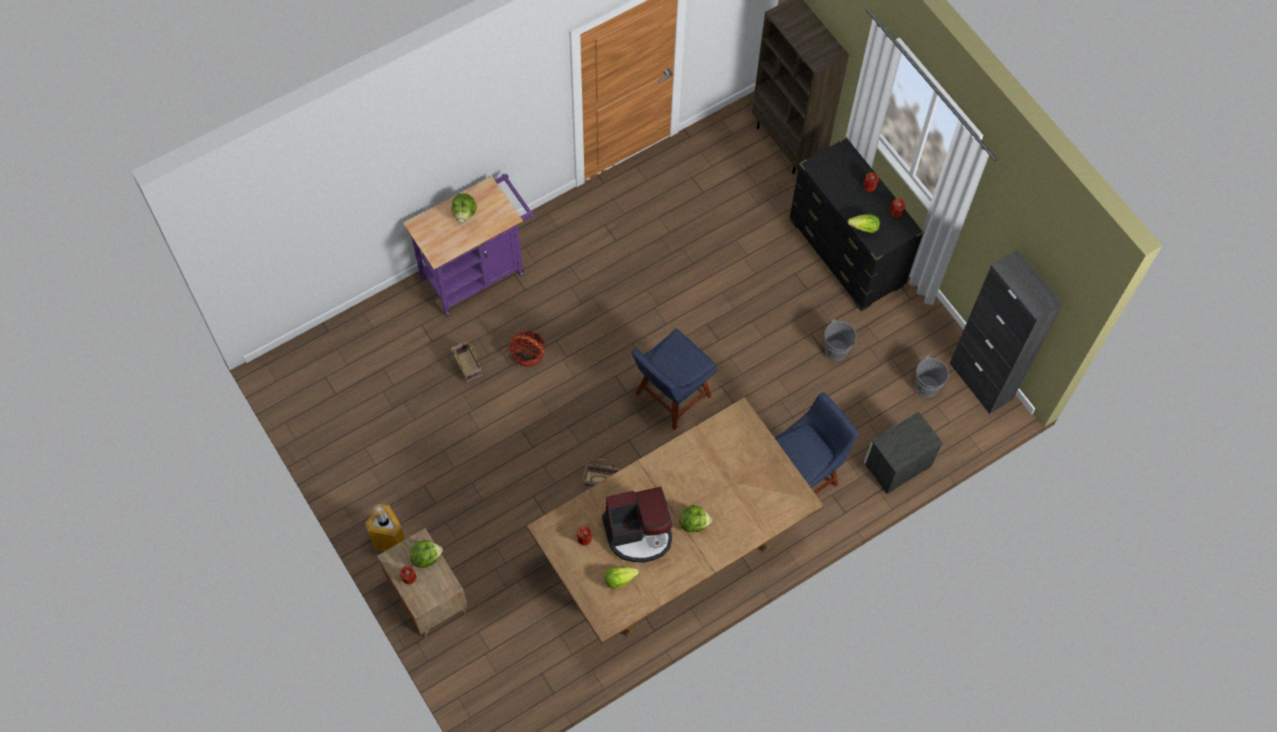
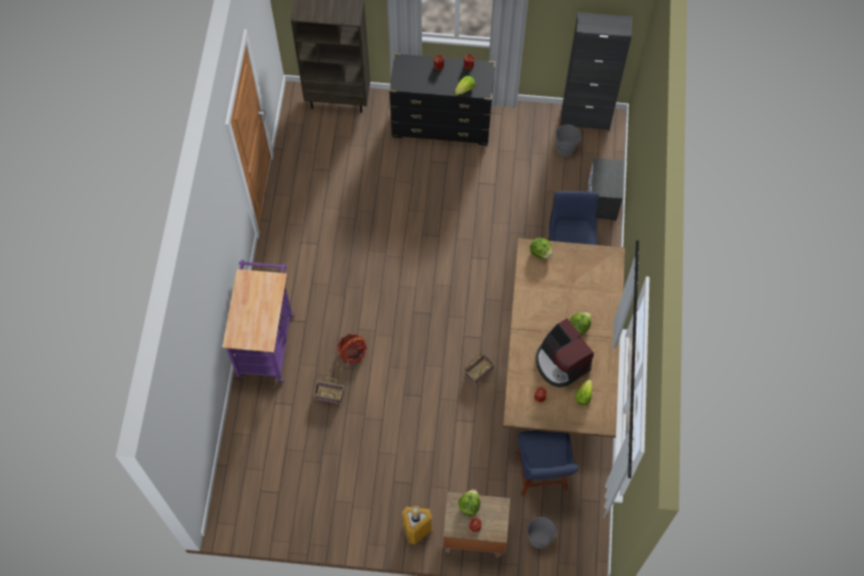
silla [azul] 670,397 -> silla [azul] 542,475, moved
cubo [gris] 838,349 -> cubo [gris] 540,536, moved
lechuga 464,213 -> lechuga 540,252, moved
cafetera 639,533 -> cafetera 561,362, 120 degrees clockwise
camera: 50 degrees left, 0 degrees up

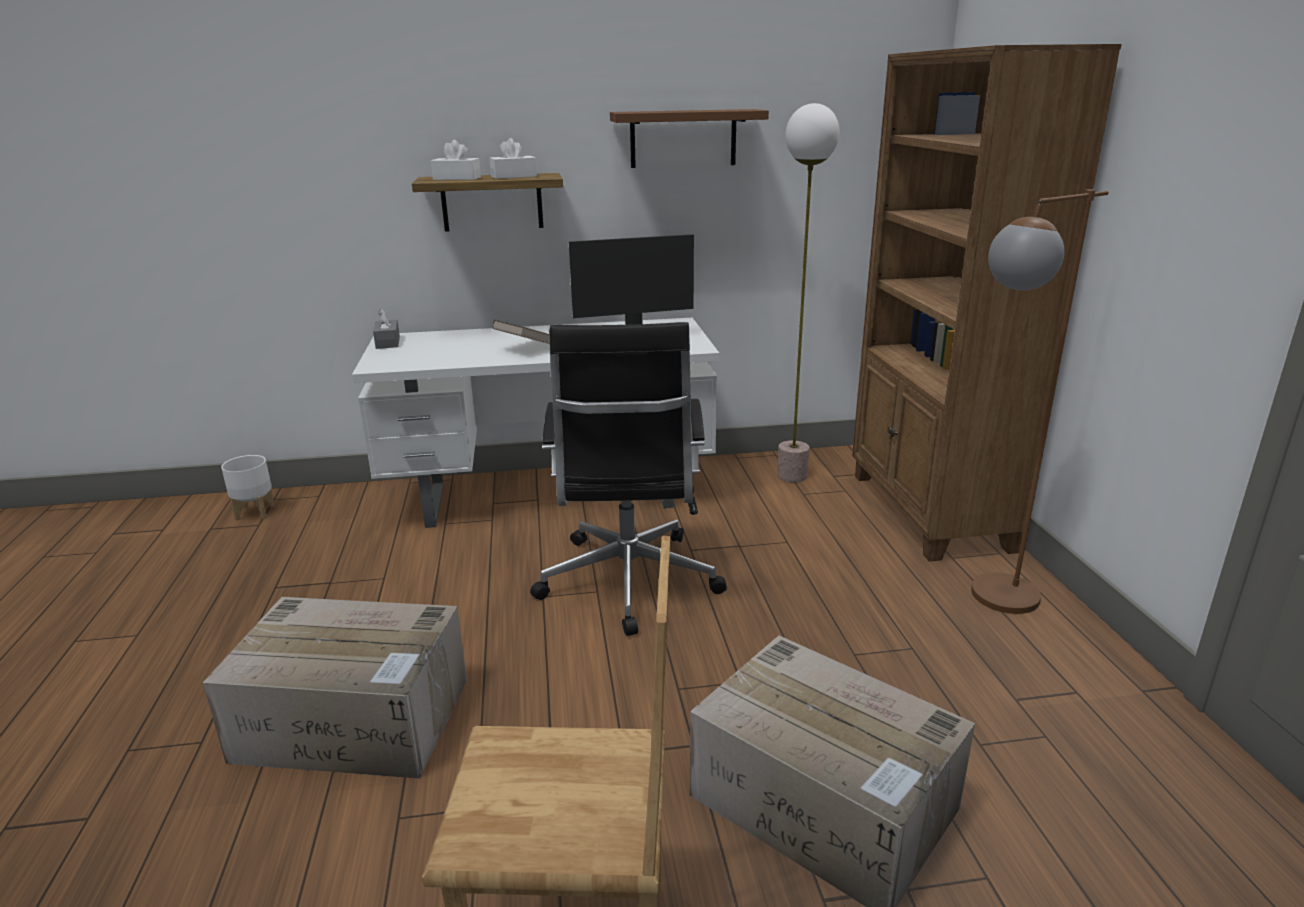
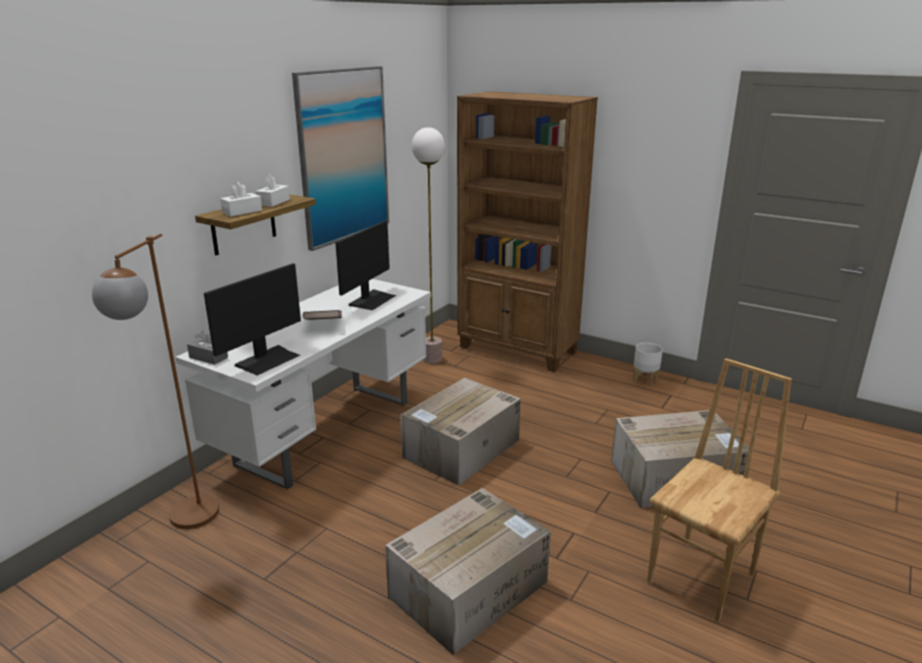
lámpara de pie [marrón] 989,603 -> lámpara de pie [marrón] 186,525, moved
none -> monitor 267,360
estante [marrón] 683,138 -> cuadro 343,156
silla de oficina [negro] 628,583 -> caja de cartón 461,449
maceta [blanco] 255,512 -> maceta [blanco] 644,380, moved
camera: 50 degrees left, 0 degrees up

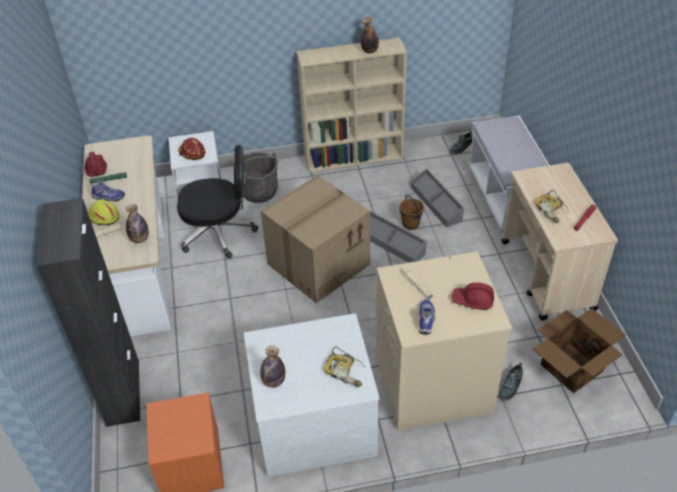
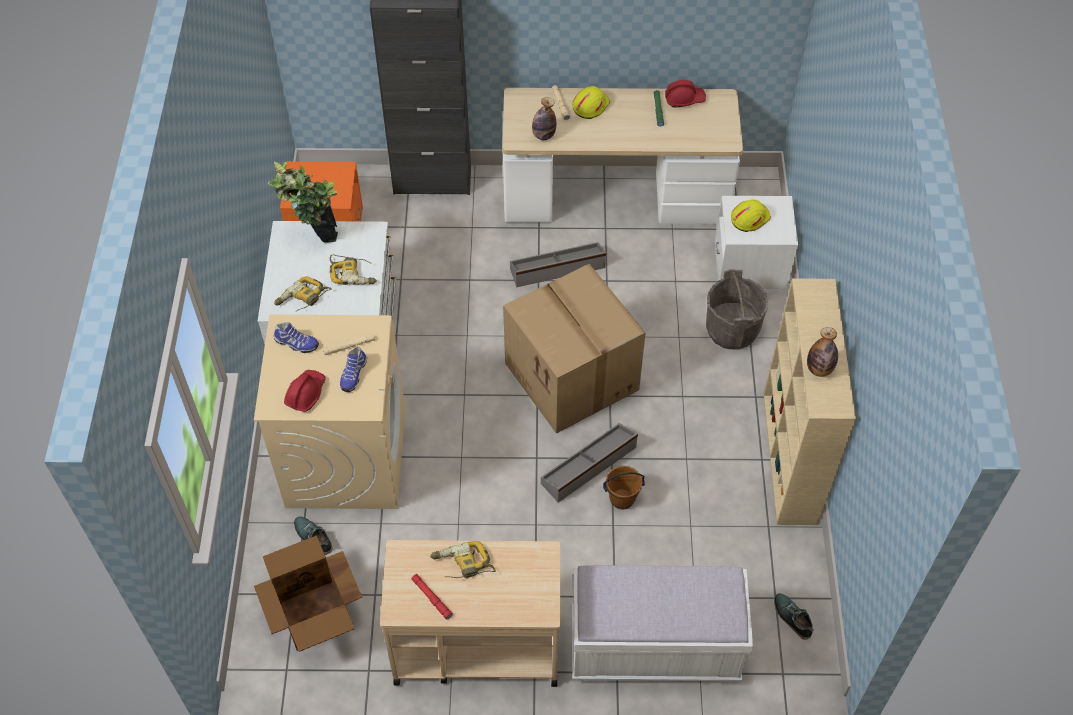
botella 273,381 -> planta en maceta 313,238
none -> taladro 353,274
zapato 108,197 -> zapato 353,374, moved
caja de almacenaje [gris] 436,203 -> caja de almacenaje [gris] 557,269, moved
casco [rojo] 191,153 -> casco [amarillo] 749,218
silla de oficina [negro] 219,233 -> none
camera: 100 degrees right, 10 degrees up

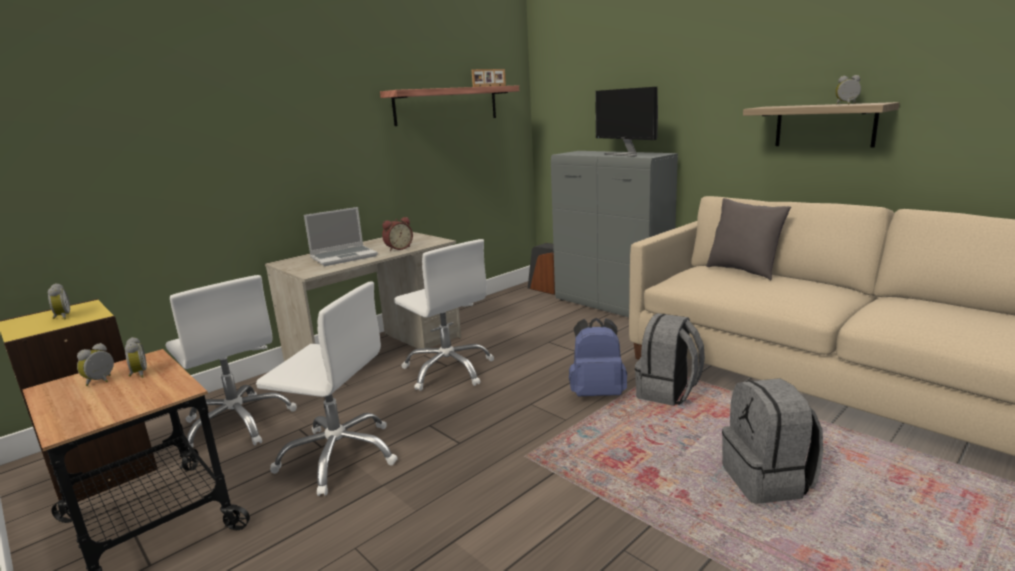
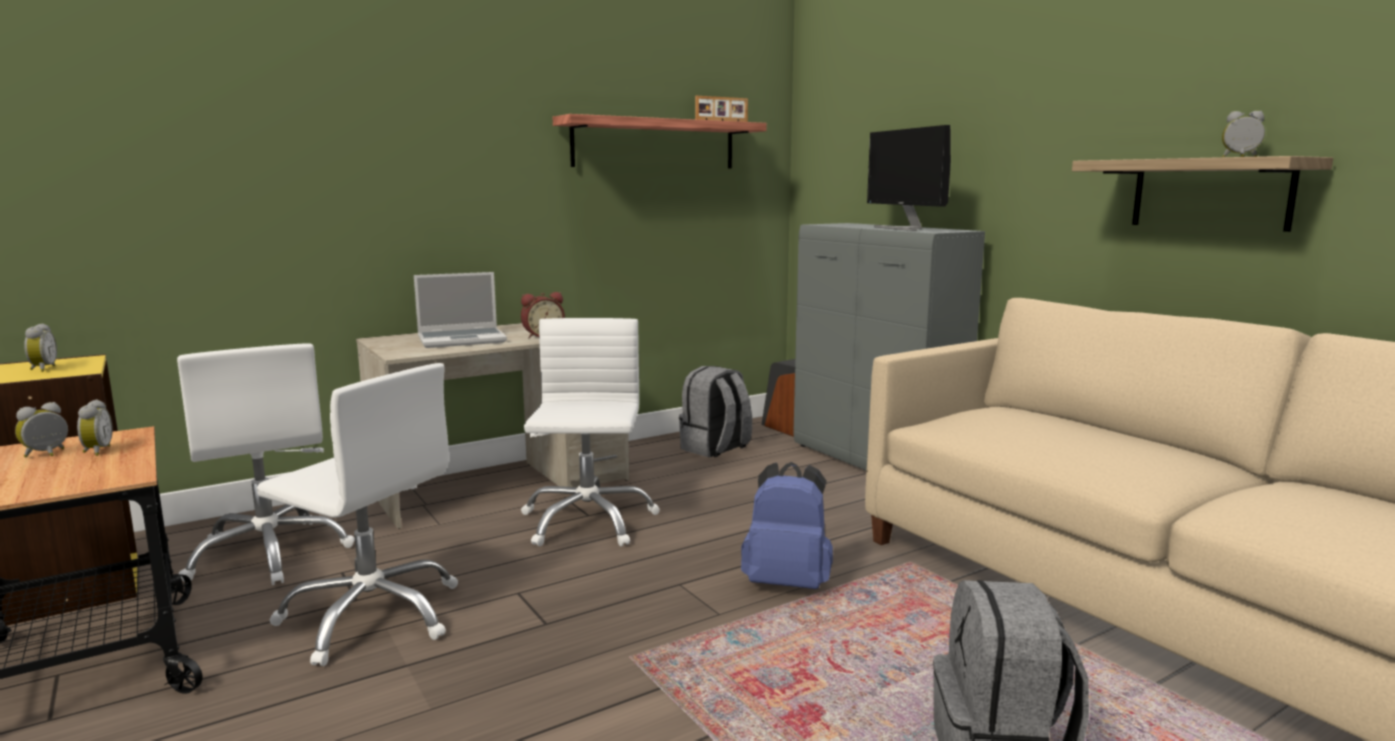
silla de oficina [blanco] 448,370 -> silla de oficina [blanco] 587,521, 150 degrees counterclockwise
mochila [gris] 668,392 -> mochila [gris] 715,449, moved
cojín [gris] 743,271 -> none
camera: 10 degrees right, 5 degrees down

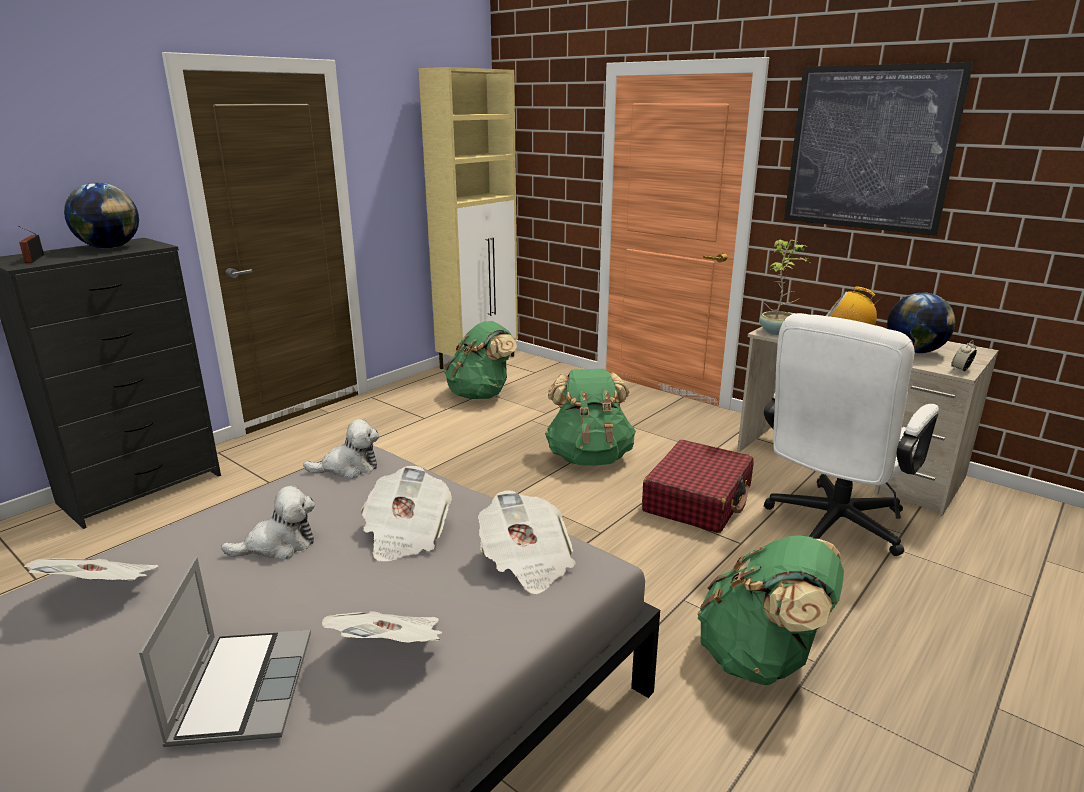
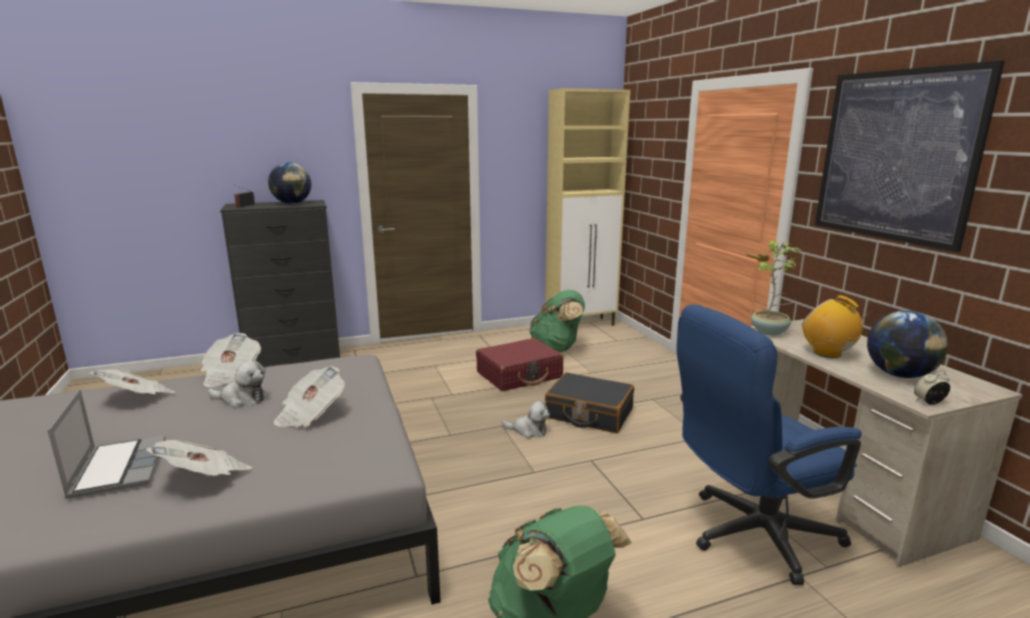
portátil 242,687 -> portátil 118,467, 45 degrees counterclockwise
periódico 526,563 -> periódico 230,375, moved
maleta [rojo] 698,500 -> maleta [rojo] 519,375, moved
peluche 349,467 -> peluche 528,431, moved
mochila [verde] 589,457 -> maleta [negro] 589,414
silla de oficina [blanco] 830,527 -> silla de oficina [azul] 750,535
camera: 30 degrees right, 5 degrees down

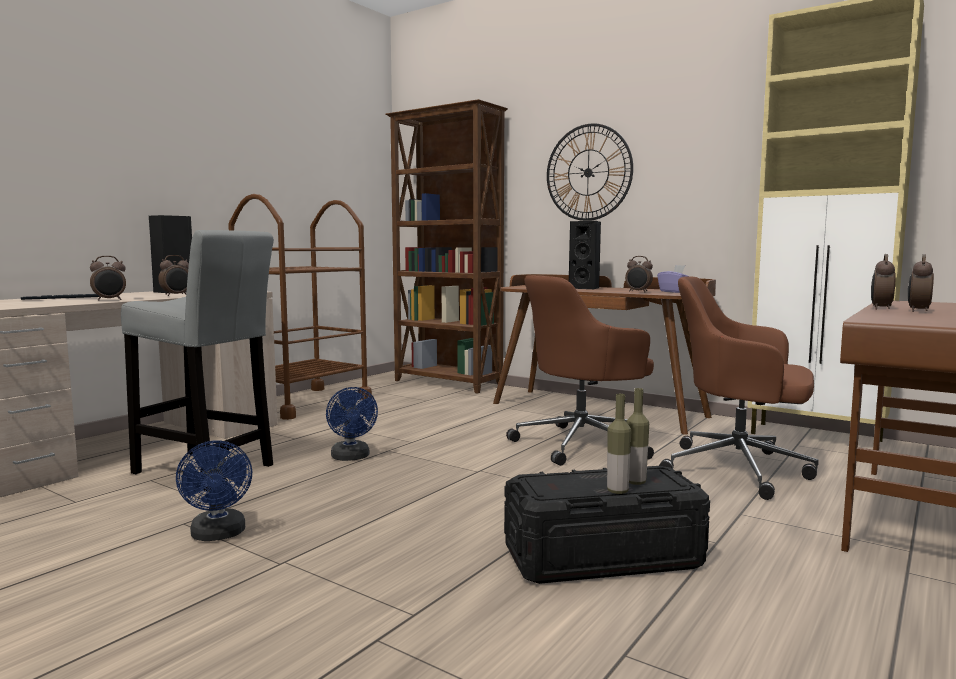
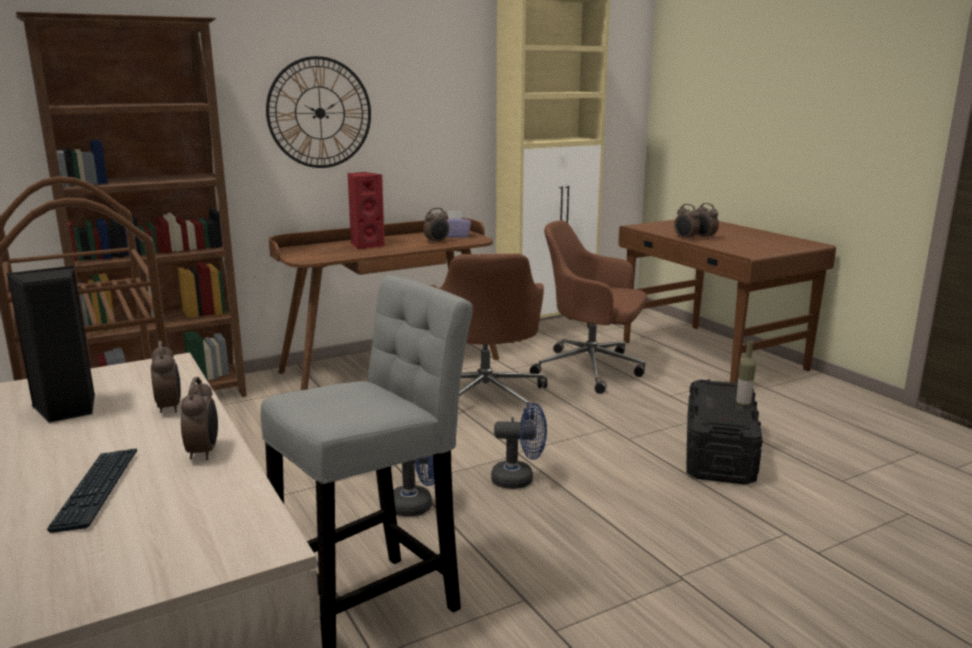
altavoz [negro] 586,288 -> altavoz [rojo] 366,245
ventilador [azul] 218,535 -> ventilador [azul] 519,479, moved
silla de oficina [marrón] 740,469 -> silla de oficina [marrón] 592,369, 60 degrees clockwise
botella 635,482 -> none
camera: 65 degrees left, 10 degrees up

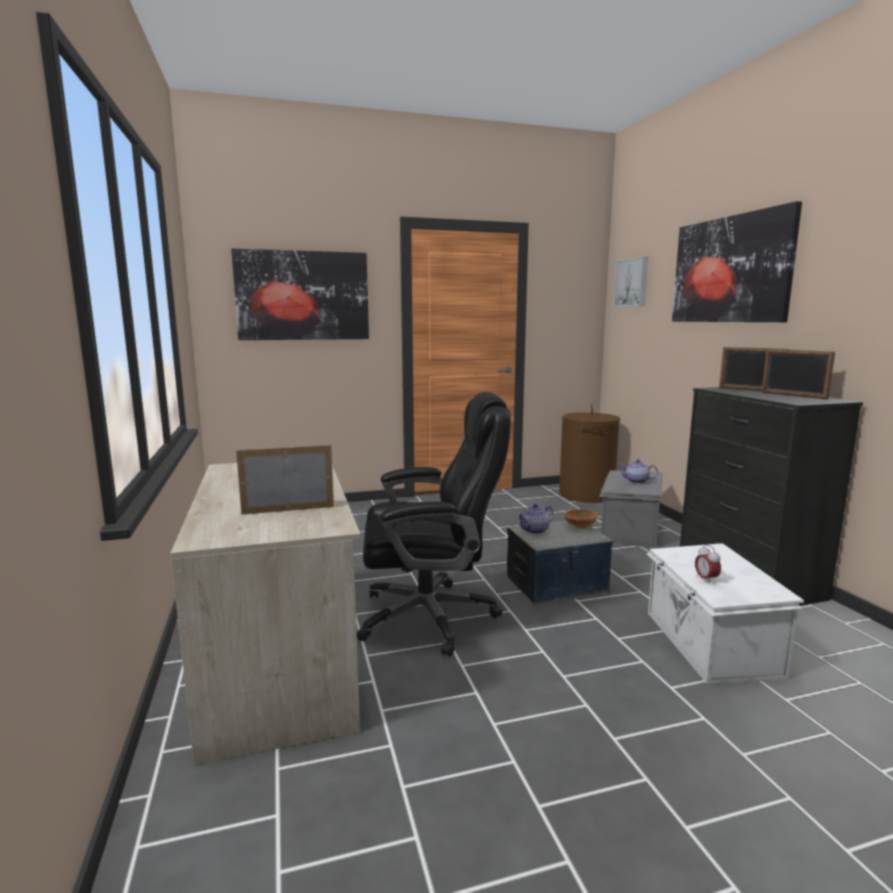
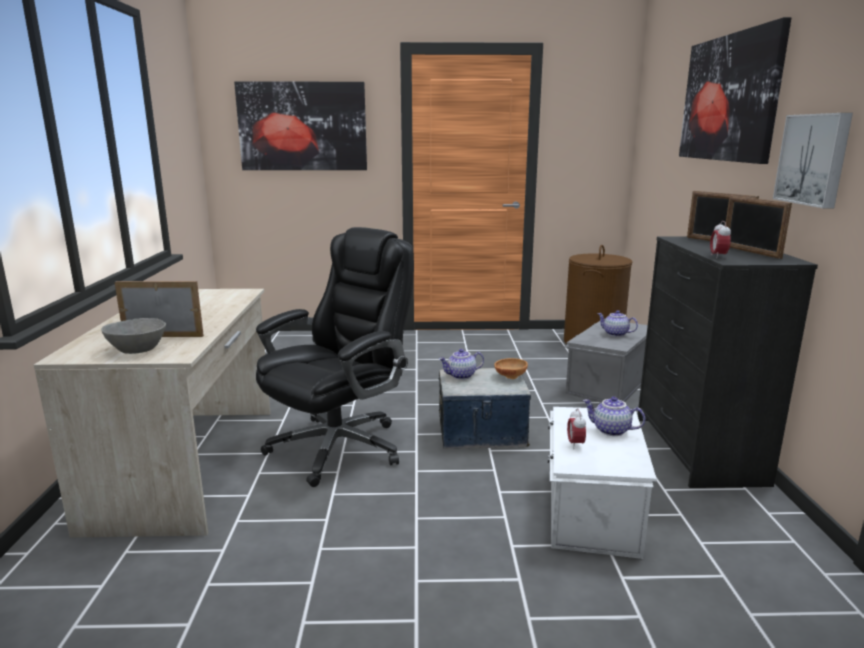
none -> cuenco [gris] 138,349
silla de oficina [negro] 431,616 -> silla de oficina [negro] 340,446, 60 degrees counterclockwise
none -> tetera 610,431
none -> despertador 718,256
cuadro 632,283 -> cuadro 814,159, moved
camera: 15 degrees right, 5 degrees up

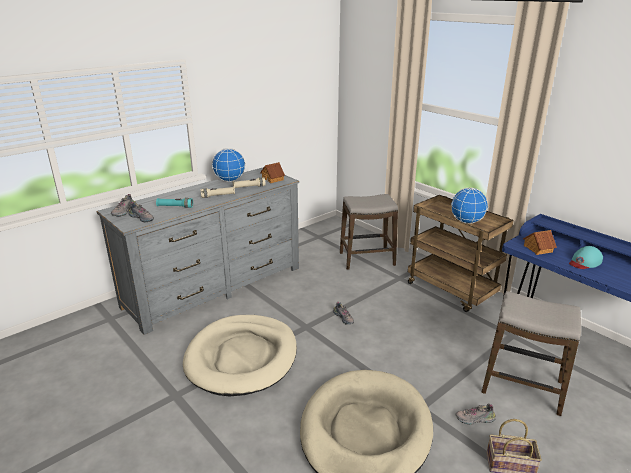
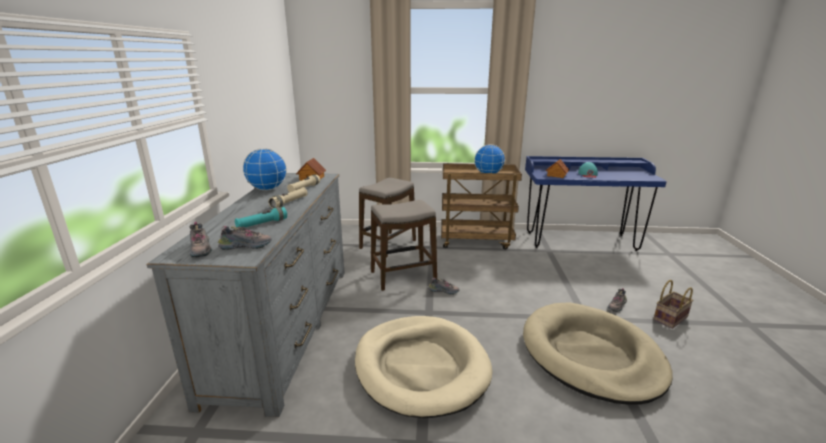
taburete 522,388 -> taburete 403,276, moved
camera: 45 degrees left, 5 degrees down

